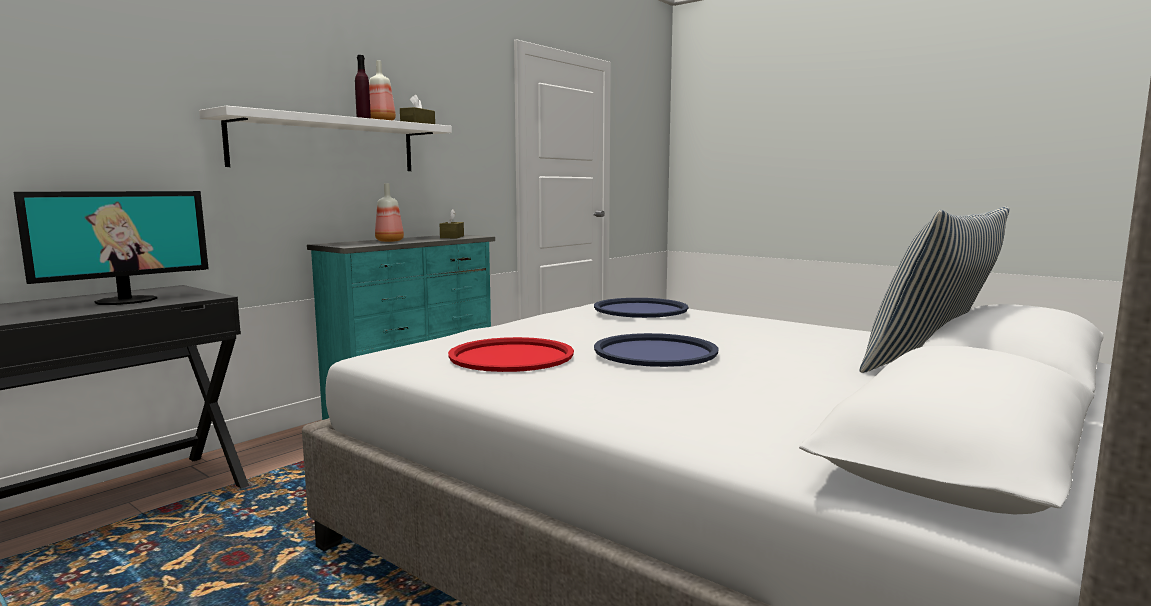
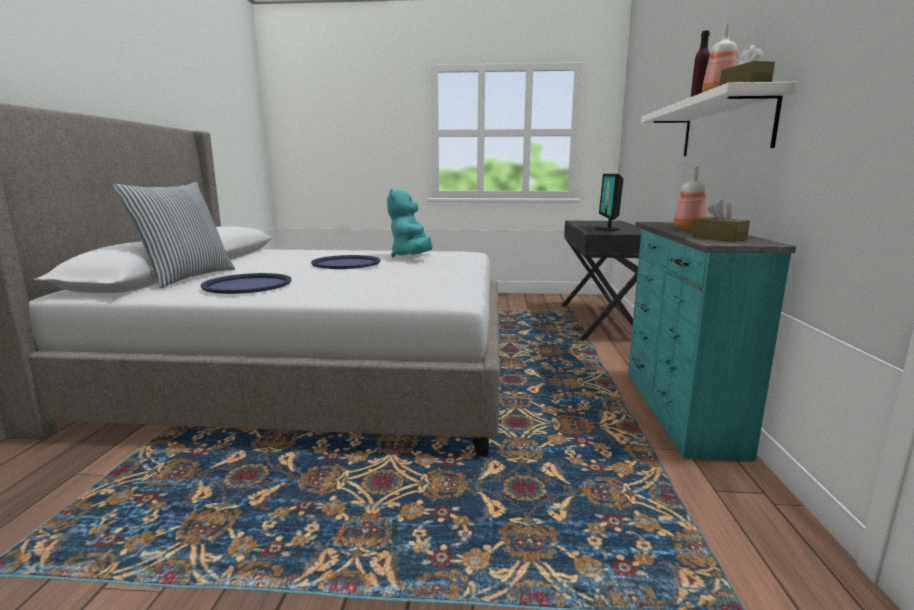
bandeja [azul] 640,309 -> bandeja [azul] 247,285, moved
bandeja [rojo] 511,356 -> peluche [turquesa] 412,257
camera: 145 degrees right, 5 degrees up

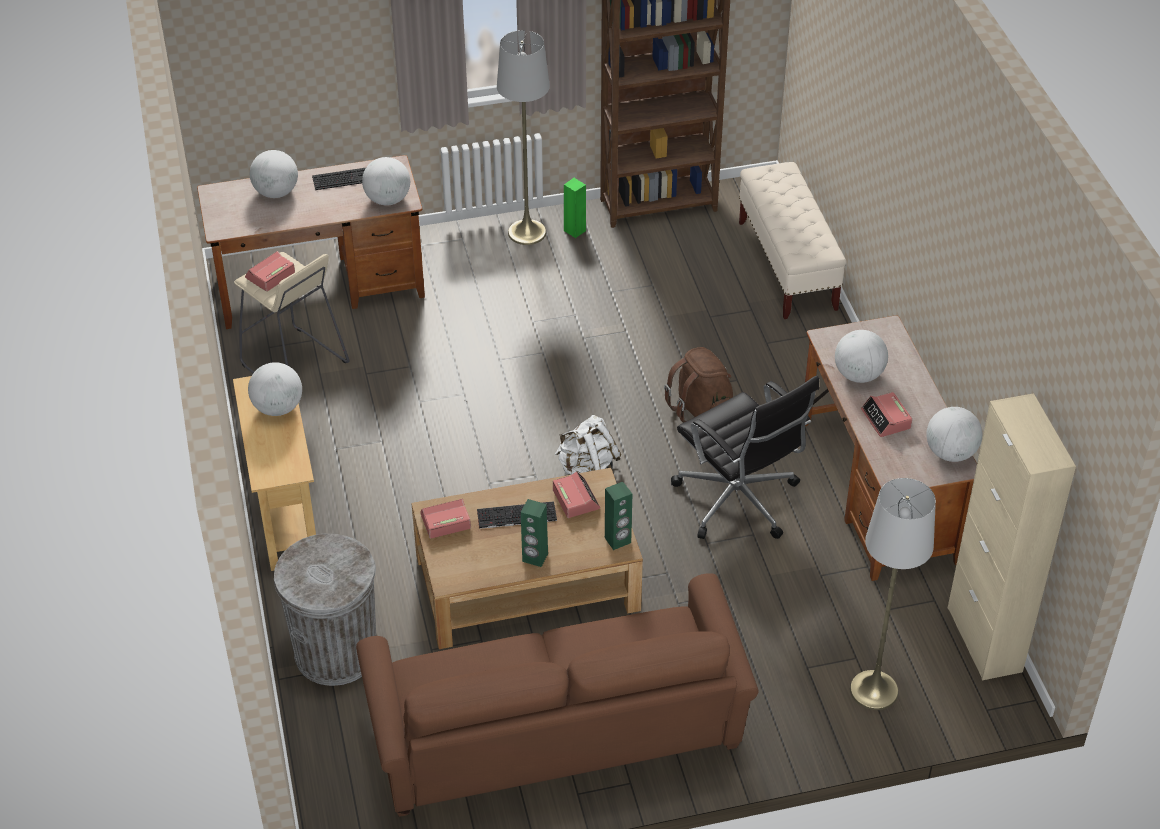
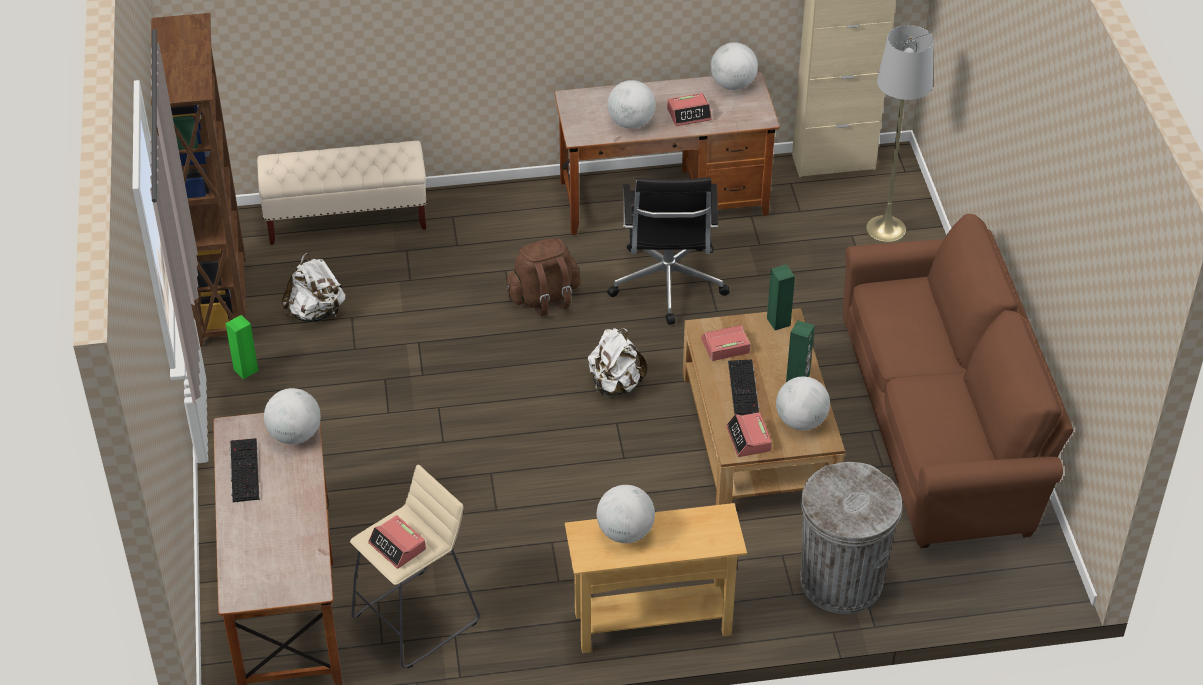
none -> mochila [blanco] 316,312
silla de oficina [negro] 739,502 -> silla de oficina [negro] 667,285, 120 degrees clockwise
globo terráqueo 276,192 -> globo terráqueo 801,421, moved
lámpara de pie [gris] 527,232 -> none
camera: 85 degrees left, 0 degrees up

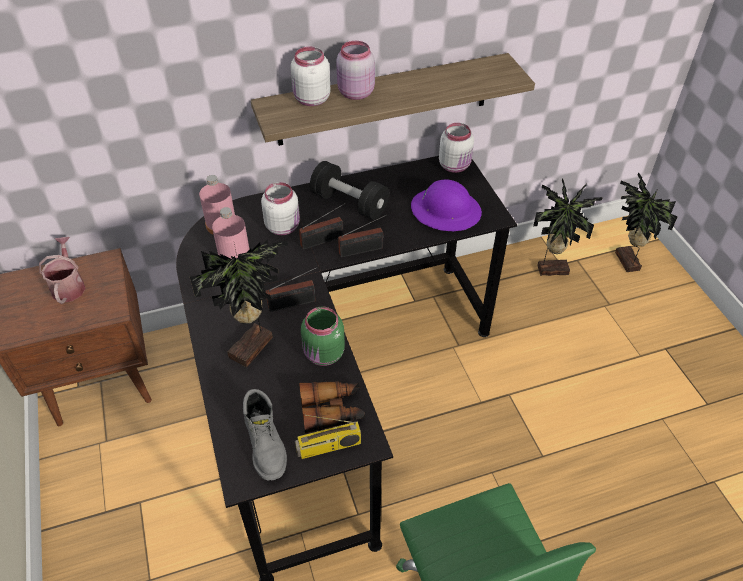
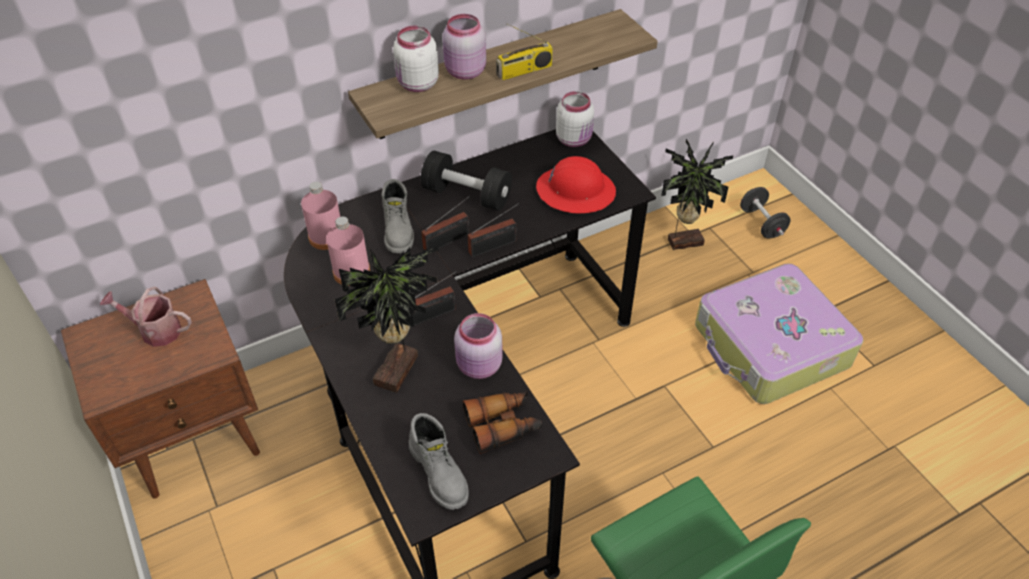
regadera 69,286 -> regadera 155,330, 60 degrees counterclockwise
tarro [blanco] 283,226 -> bota [gris] 399,230
tarro [verde] 324,354 -> tarro [rosa] 479,367
radio 328,447 -> radio 524,71, moved
casco [morado] 445,210 -> casco [rojo] 575,191
none -> maleta 770,347
planta en maceta 625,262 -> mancuerna [negro] 761,223
camera: 10 degrees left, 0 degrees up

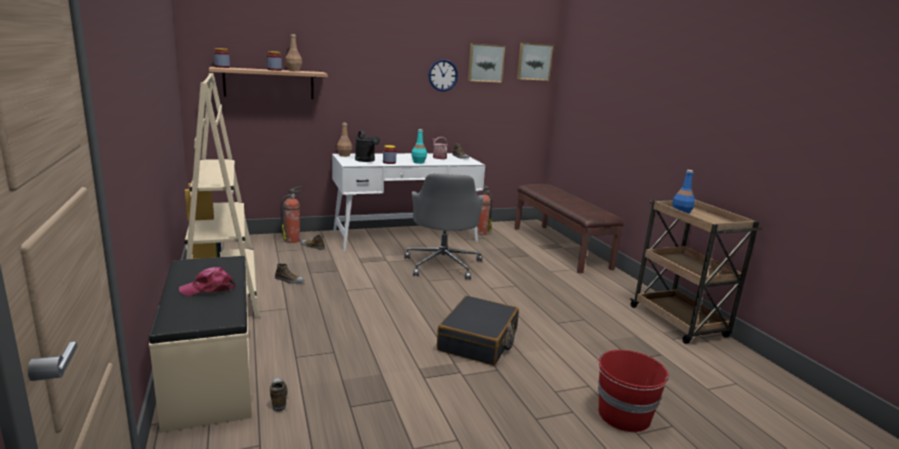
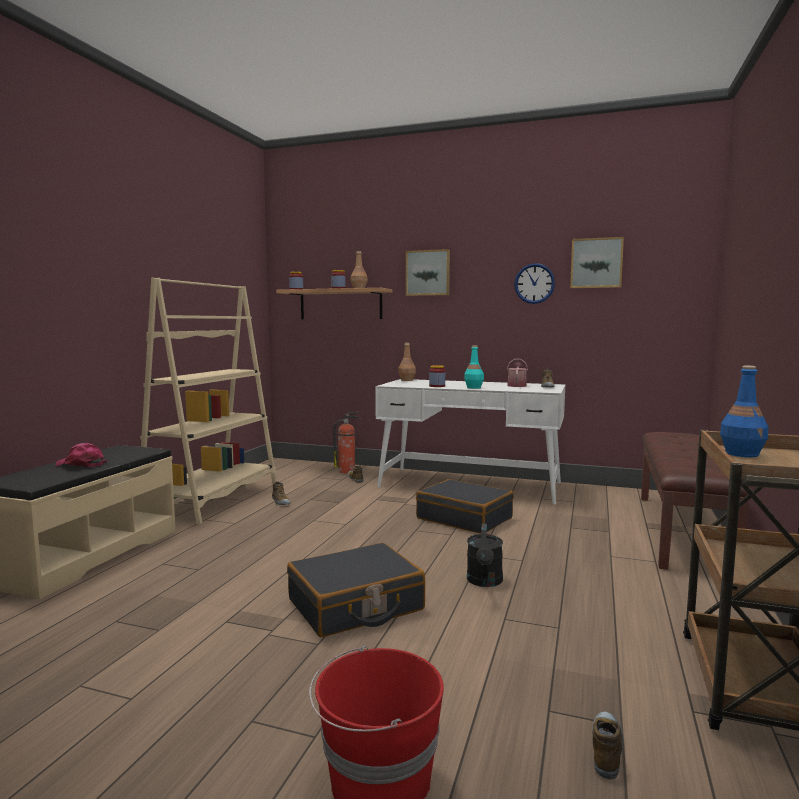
cuadro 533,61 -> cuadro 428,273, moved
silla de oficina [gris] 443,264 -> maleta [negro] 464,518
regadera [negro] 366,160 -> regadera [negro] 484,582, moved
zapato 279,397 -> zapato 607,749, moved
extintor 481,232 -> none
camera: 40 degrees right, 10 degrees down

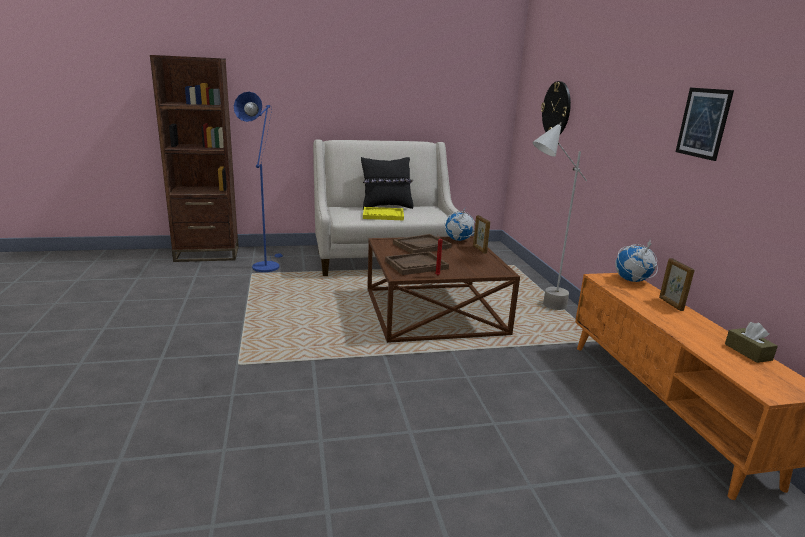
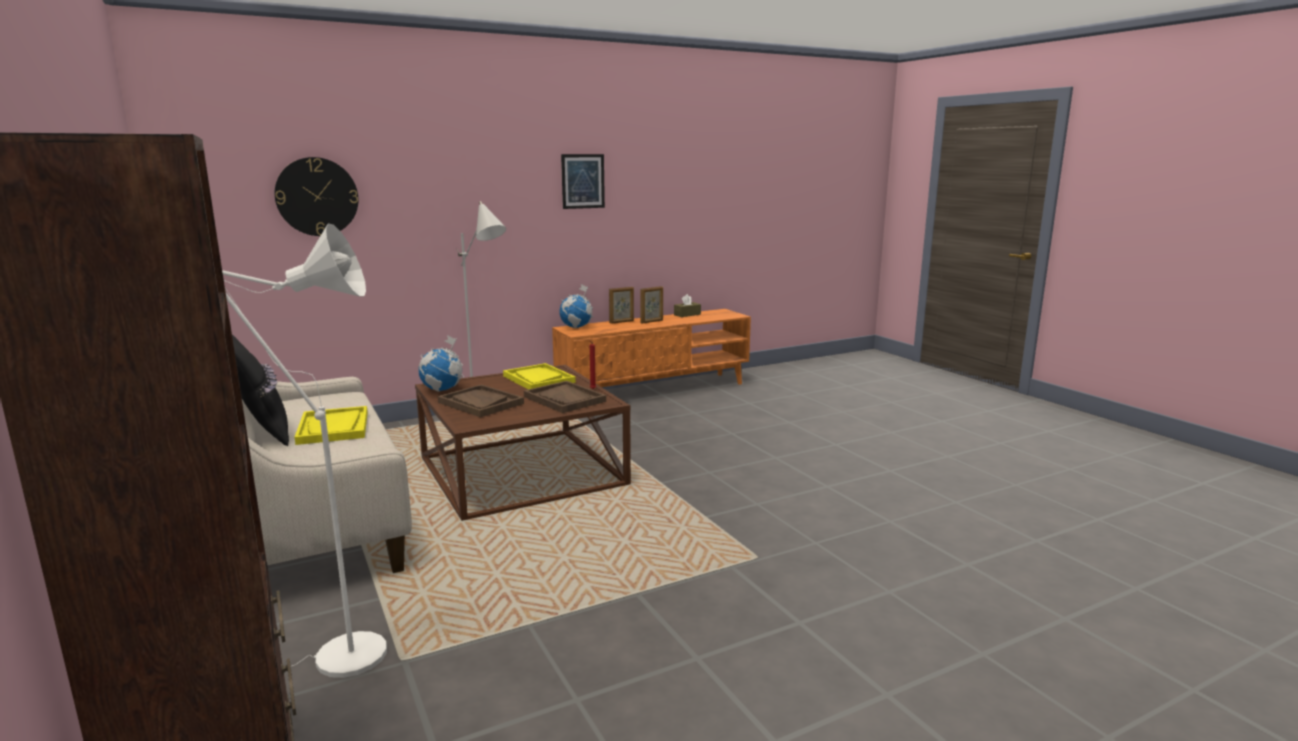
lámpara de pie [azul] 266,265 -> lámpara de pie [blanco] 336,658
none -> bandeja [amarillo] 538,379
portarretratos 479,249 -> portarretratos 652,321, moved
camera: 105 degrees left, 5 degrees down

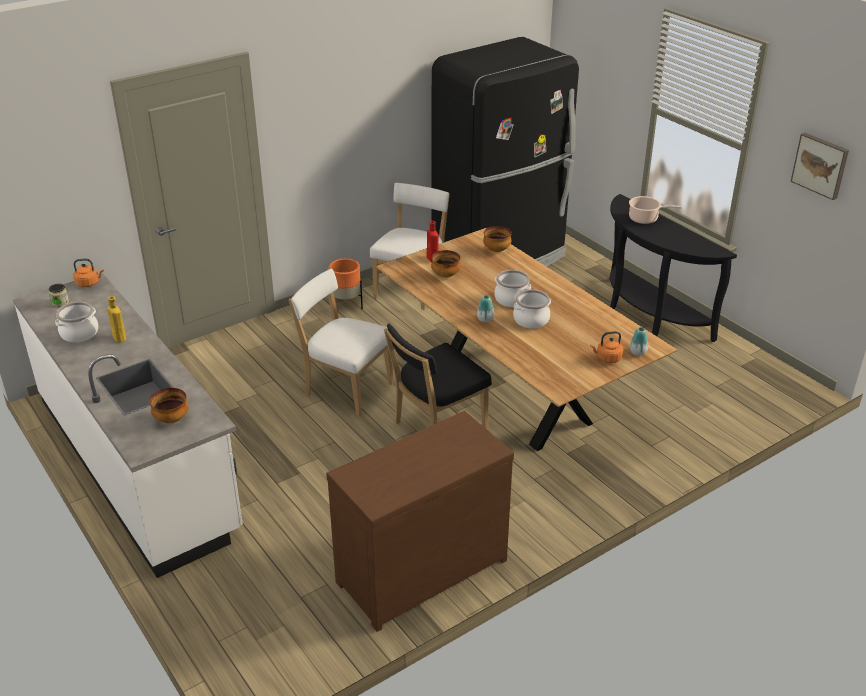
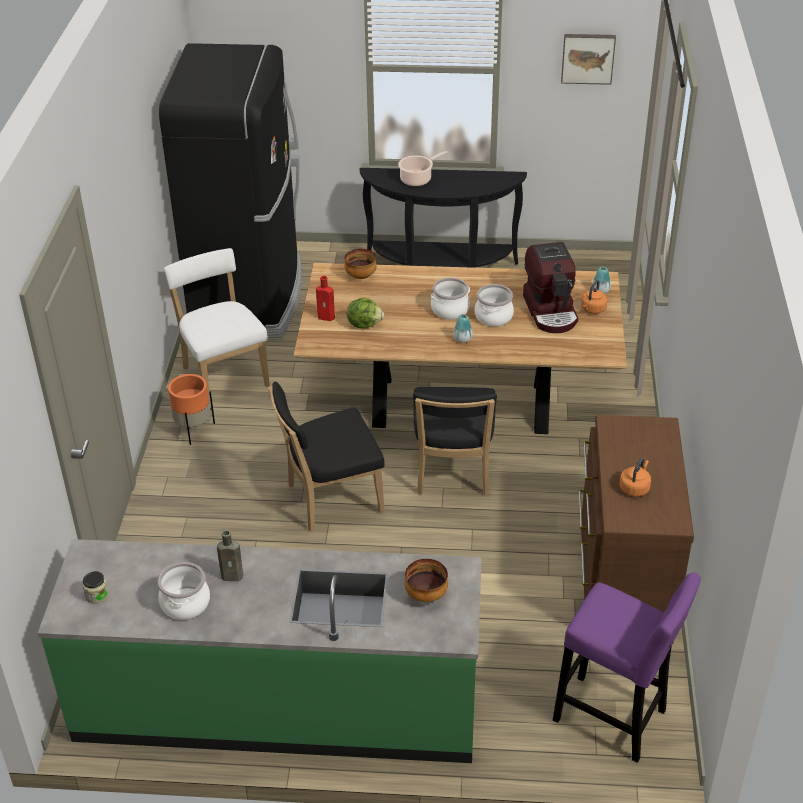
mueble bajo de cocina [blanco] 137,463 -> mueble bajo de cocina [verde] 278,704
botella [amarillo] 120,338 -> botella [marrón] 234,576
silla [blanco] 345,389 -> silla [negro] 330,499
cuenco 445,275 -> lechuga 364,324
none -> cafetera 551,311
none -> taburete [morado] 615,719
hervidor [naranja] 89,283 -> hervidor [naranja] 635,488, moved
camera: 50 degrees left, 5 degrees up

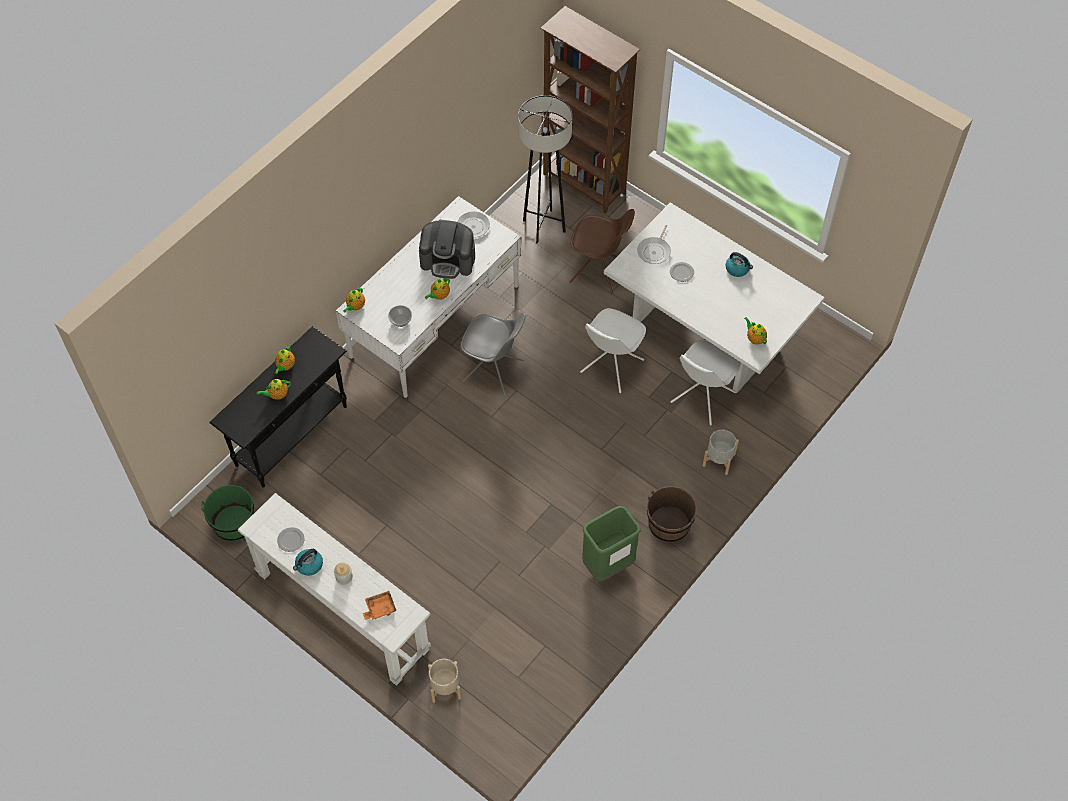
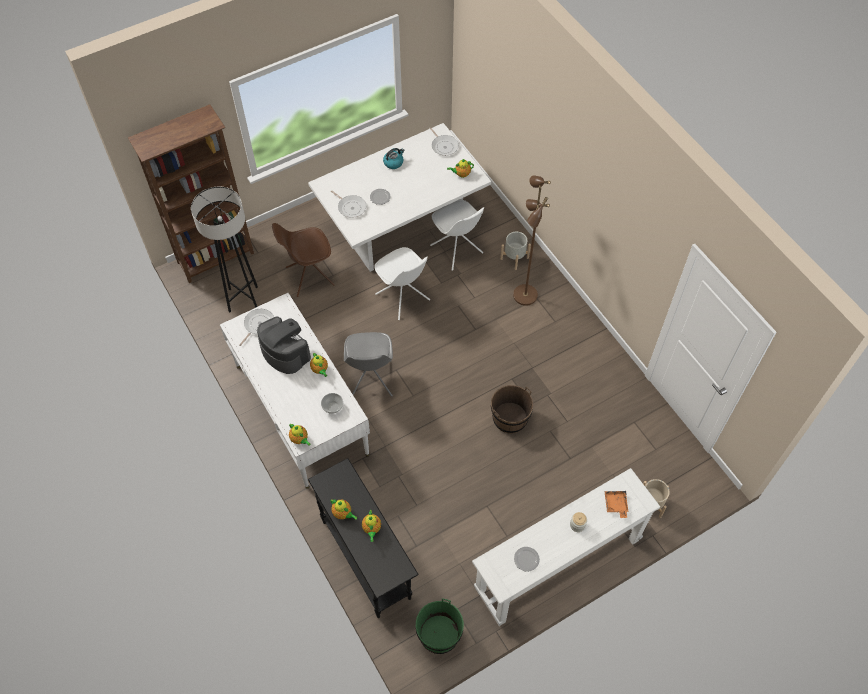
cafetera 448,260 -> cafetera 285,352, 75 degrees counterclockwise
silla [marrón] 599,272 -> silla [marrón] 309,276, 150 degrees counterclockwise
silla [gris] 494,371 -> silla [gris] 370,380, 135 degrees clockwise
none -> sartén 444,146
cubo [marrón] 669,525 -> cubo [marrón] 510,418, moved
none -> lámpara de pie [marrón] 524,295
hervidor 309,565 -> none
papelera [verde] 608,565 -> none
camera: 70 degrees left, 0 degrees up

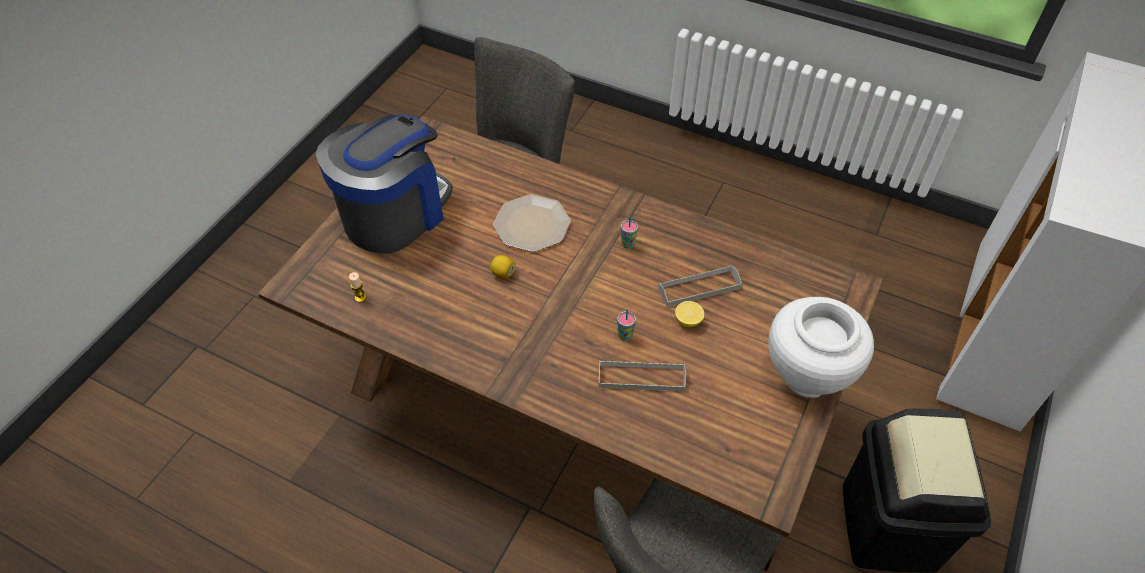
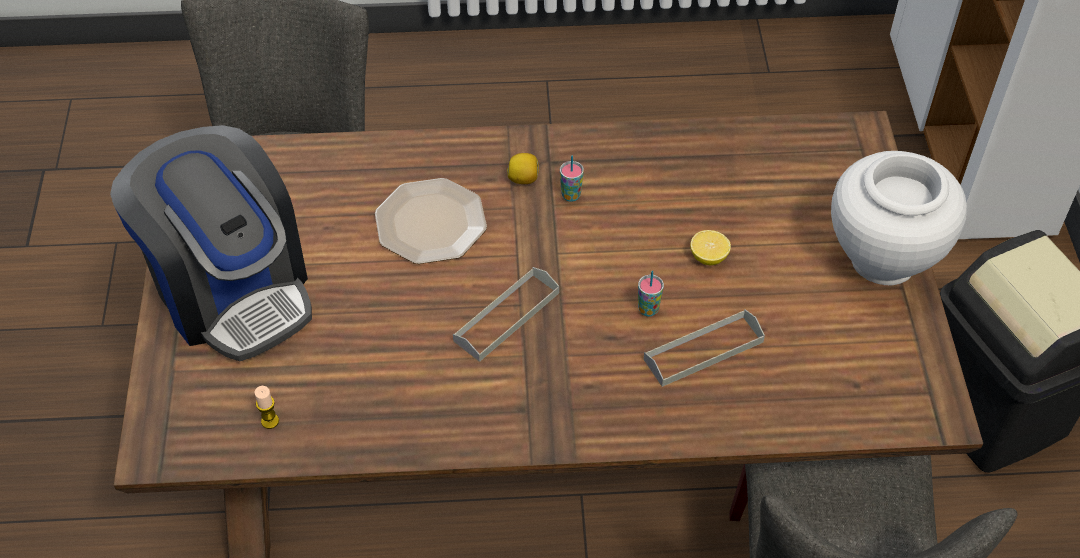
cafetera 395,213 -> cafetera 231,288, 135 degrees clockwise
bandeja [gris] 699,288 -> bandeja [gris] 506,317, moved
limón 503,273 -> limón 523,179, moved
camera: 30 degrees left, 0 degrees up

